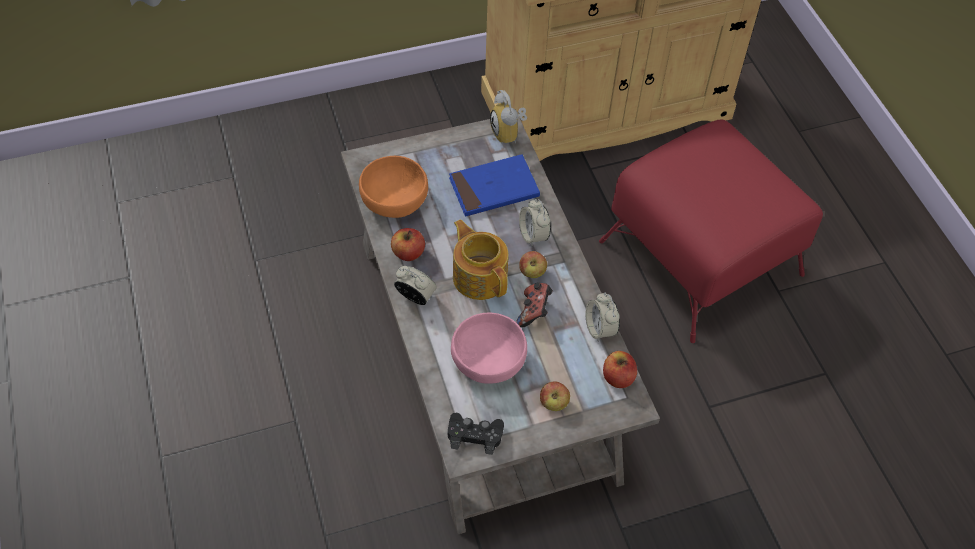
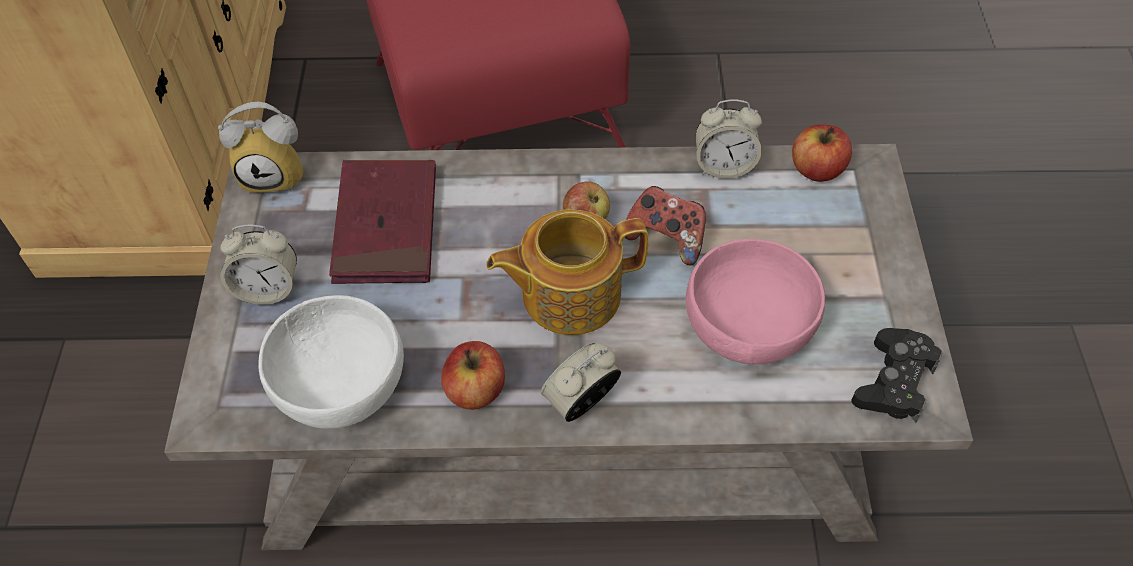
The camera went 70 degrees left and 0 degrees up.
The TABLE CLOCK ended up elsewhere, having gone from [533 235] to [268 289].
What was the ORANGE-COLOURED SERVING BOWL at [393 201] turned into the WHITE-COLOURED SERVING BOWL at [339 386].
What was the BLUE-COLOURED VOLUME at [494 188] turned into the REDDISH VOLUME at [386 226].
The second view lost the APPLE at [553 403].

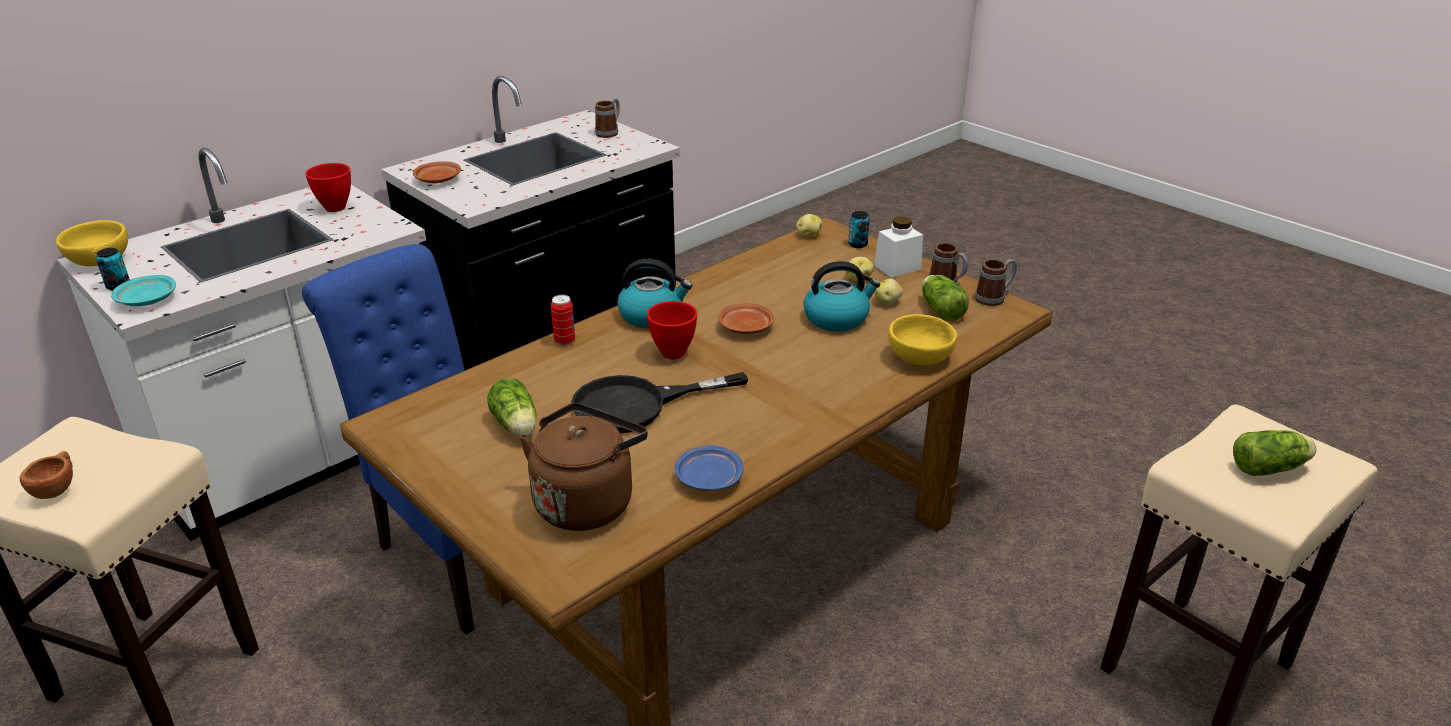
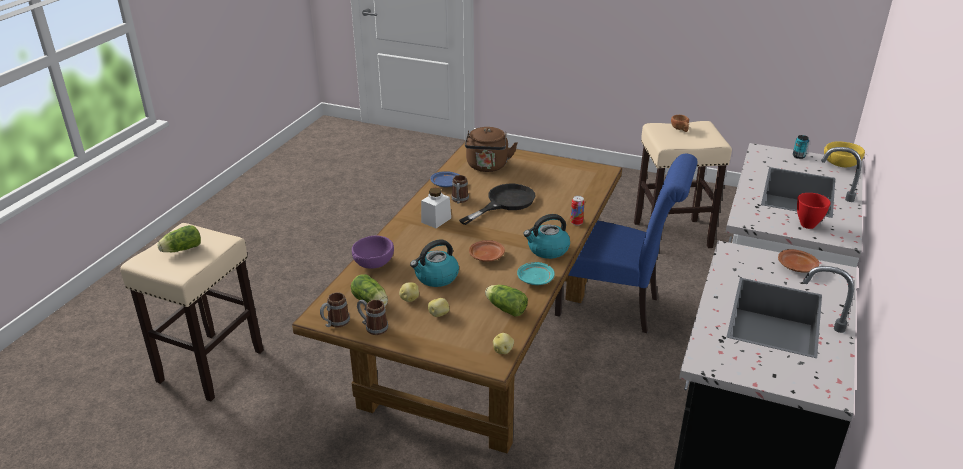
The camera went 155 degrees right and 0 degrees up.
What was the YELLOW SERVING BOWL at [918 357] turned into the PURPLE SERVING BOWL at [375 263].
The WHITE-COLOURED PRESERVE JAR ended up elsewhere, having gone from [897 267] to [436 220].
The MUG ended up elsewhere, having gone from [609 132] to [459 200].
The HEAD OF LETTUCE ended up elsewhere, having gone from [516 426] to [505 308].
The BLUE-GREEN PLATE ended up elsewhere, having gone from [147 300] to [535 279].
The second view lost the REDDISH SERVING BOWL at [672 353].
The second view lost the CAN at [857 244].

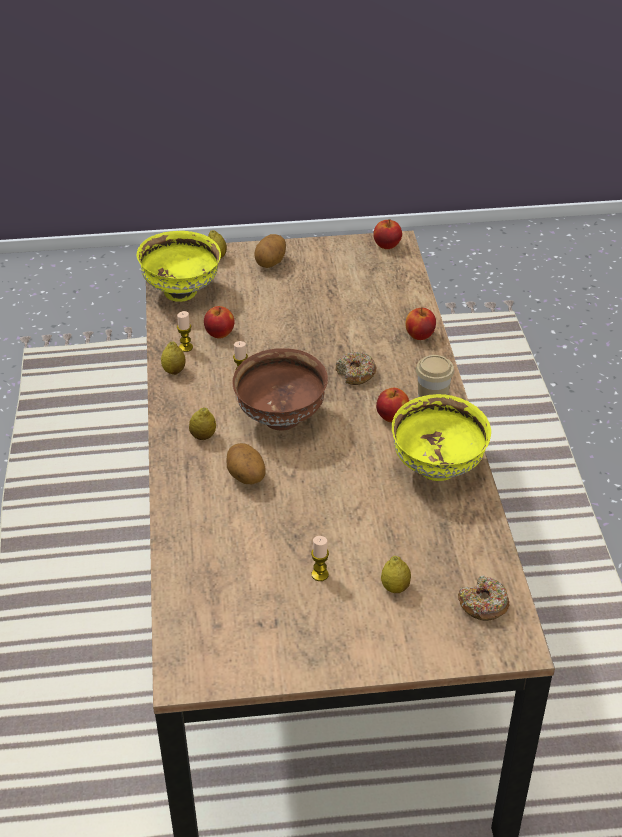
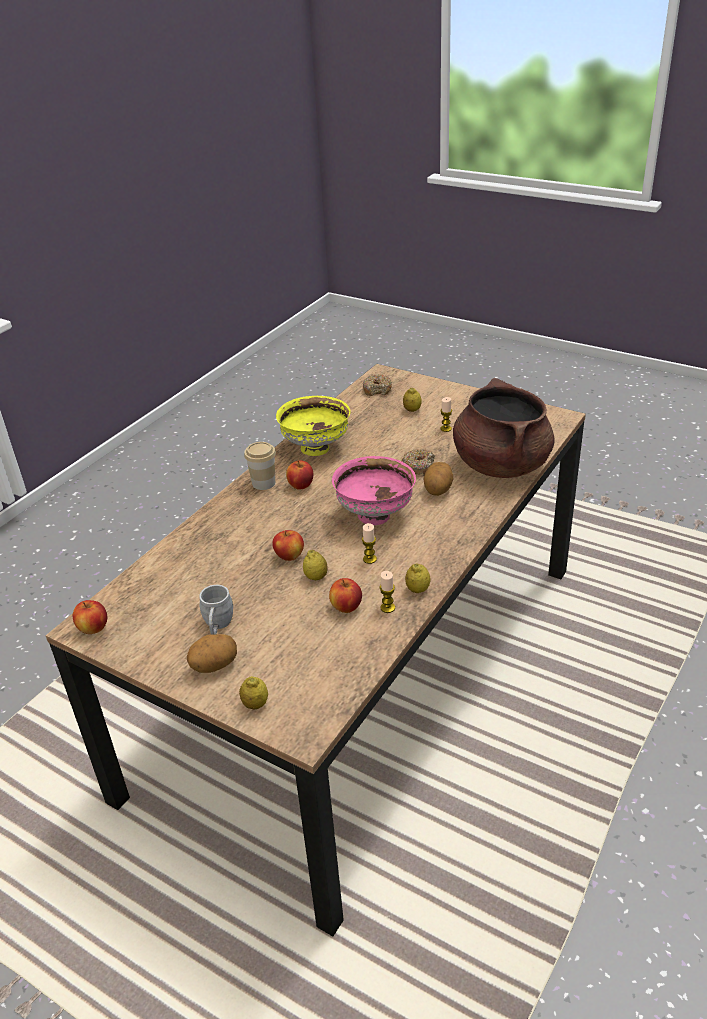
The camera went 140 degrees left and 5 degrees down.
The second view gained the GREY MUG at [217 626].
The APPLE ended up elsewhere, having gone from [419 335] to [289 556].
The LEMON ended up elsewhere, having gone from [203 436] to [316 577].
What was the BROWN-COLOURED SERVING BOWL at [282 419] turned into the PINKISH SERVING BOWL at [374 515].
The RING DOUGHNUT ended up elsewhere, having gone from [355 374] to [418 467].
The second view gained the BROWN-COLOURED SAUCEPOT at [501 464].
The second view lost the YELLOW SERVING BOWL at [182 292].

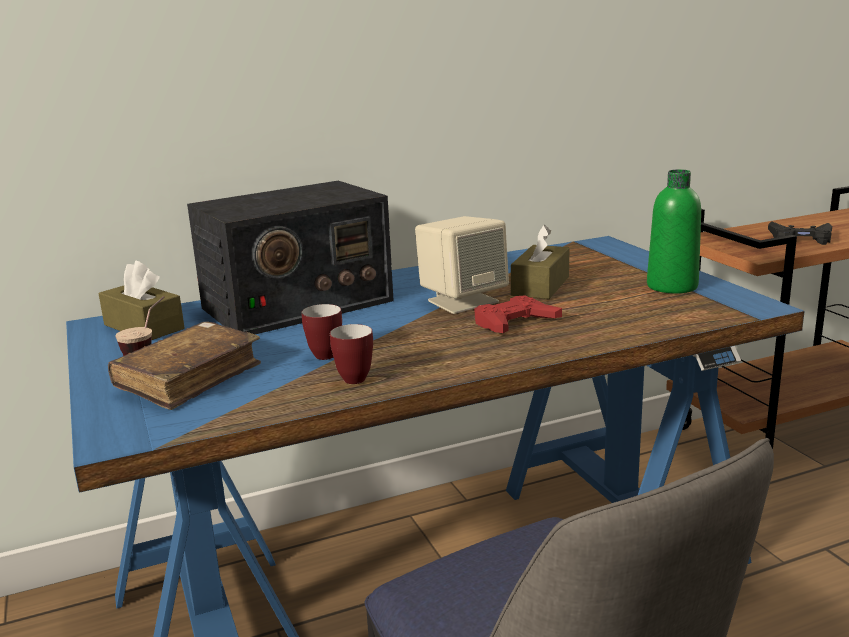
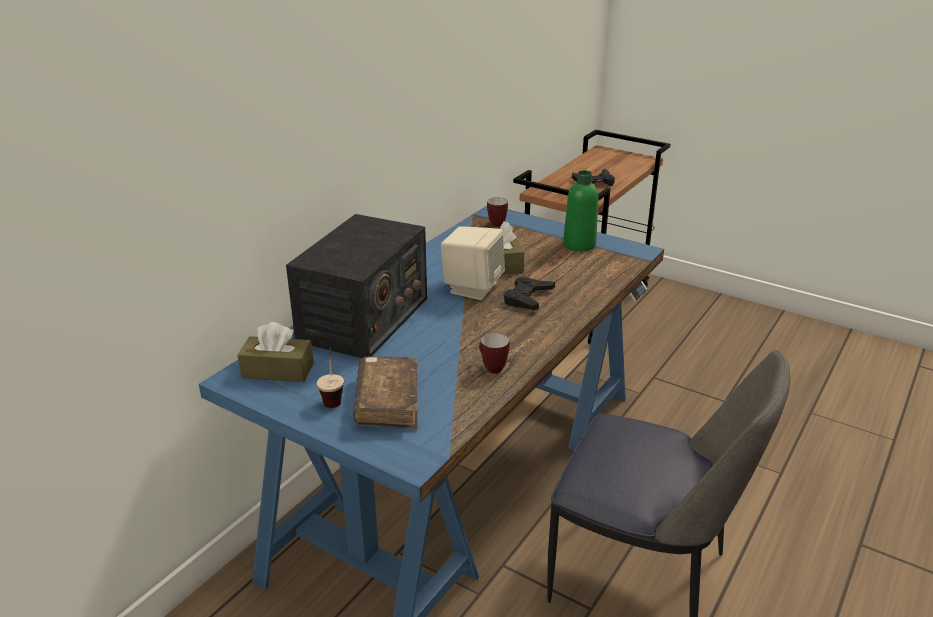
The camera went 35 degrees left and 10 degrees up.
The MUG ended up elsewhere, having gone from [326 354] to [495 223].
What was the REDDISH GAMEPAD at [514 323] turned into the BLACKISH GAMEPAD at [527 298].

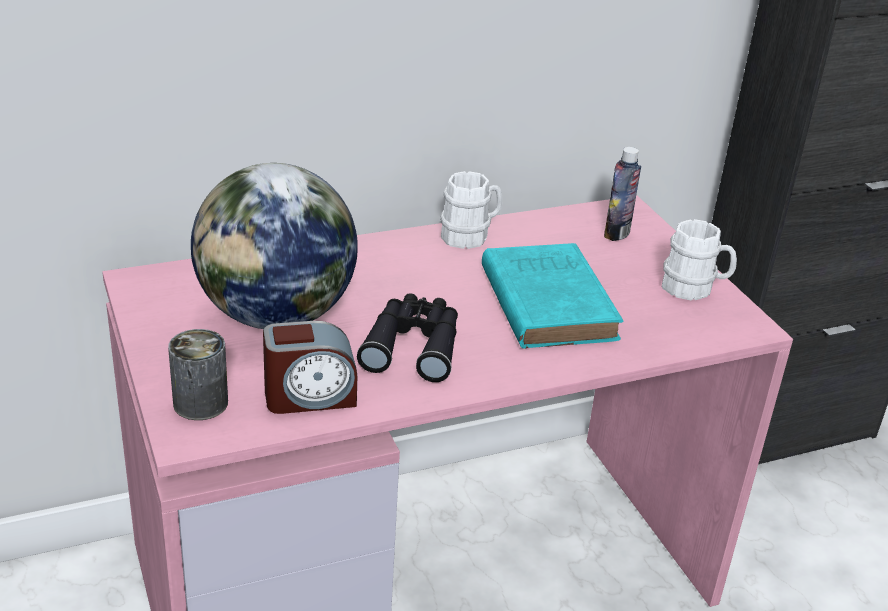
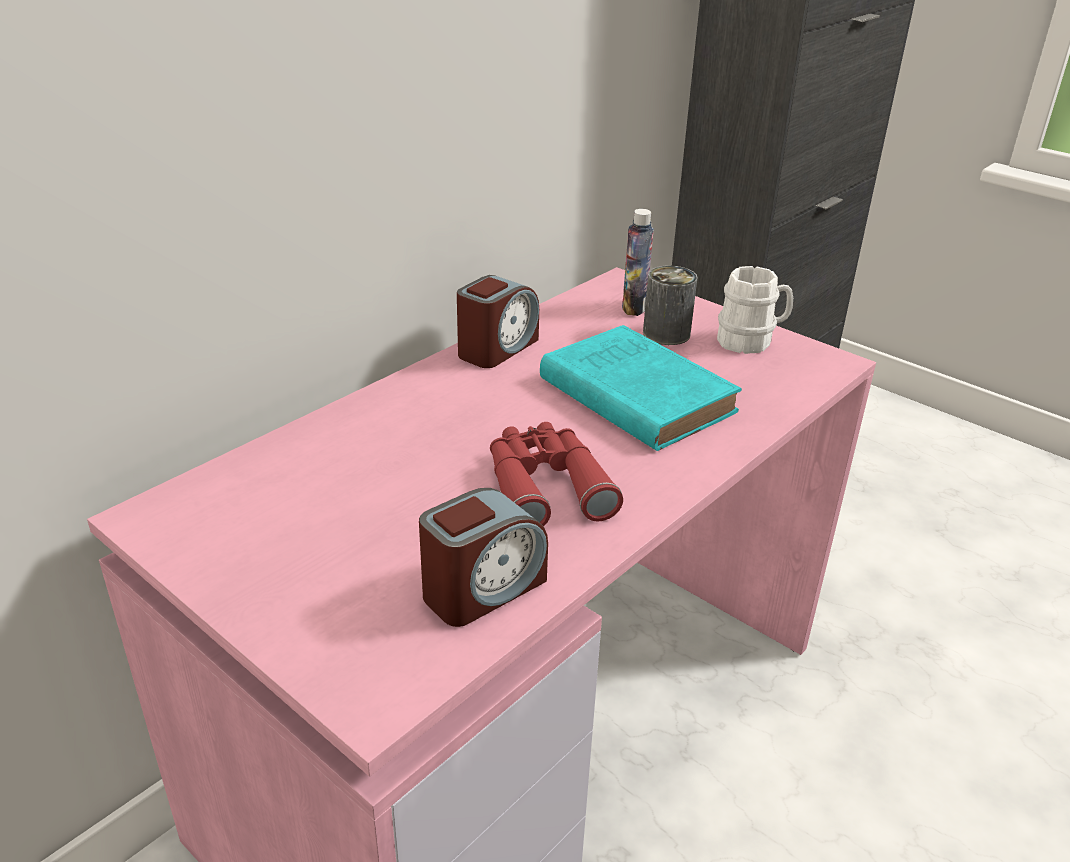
The camera went 25 degrees left and 0 degrees up.
Where the WHITE-COLOURED MUG stood at [470 235], the TABLE CLOCK came to stand at [497 348].
What was the BLACKISH PAIR OF BINOCULARS at [413 346] turned into the REDDISH PAIR OF BINOCULARS at [545 486].
The CAN ended up elsewhere, having gone from [200 403] to [666 333].
The second view lost the WORLD GLOBE at [276 316].

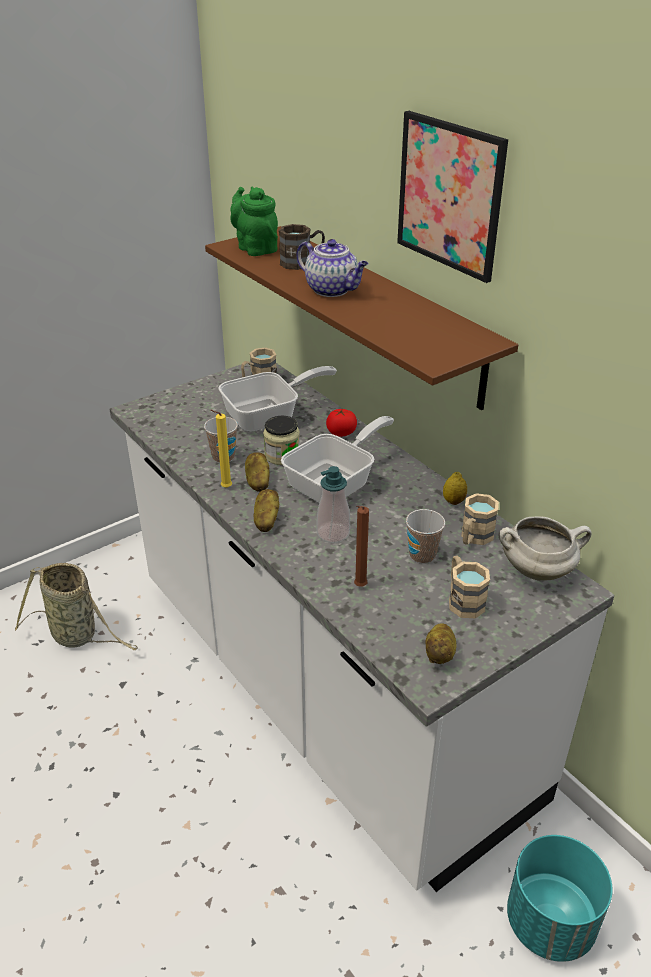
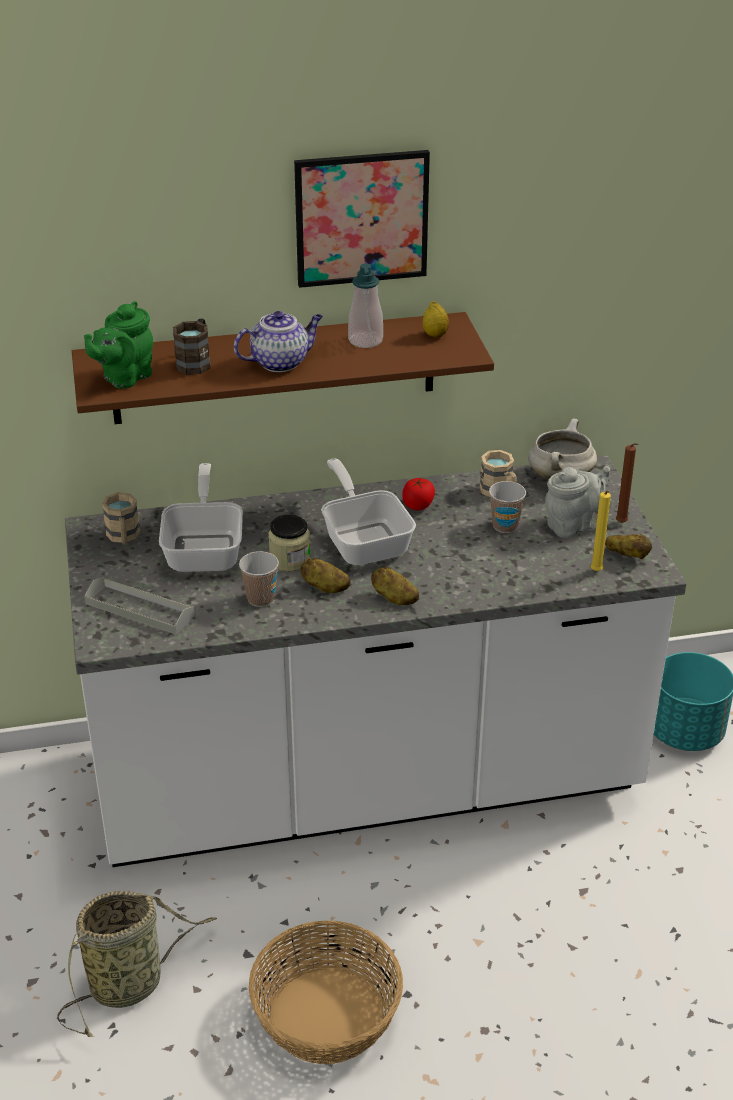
The camera went 65 degrees left and 0 degrees up.
The GREEN TEA POT at [255 248] ended up facing another way, 45 degrees counterclockwise from before.
The second view gained the GREY TRAY at [139 609].
The second view gained the STORAGE BASKET at [326 1014].
The SOAP BOTTLE ended up elsewhere, having gone from [333 533] to [365 340].
The TOMATO ended up elsewhere, having gone from [341 433] to [418 505].
The LEMON ended up elsewhere, having gone from [453 501] to [435 335].
Where the SAND-COLOURED MUG stood at [463 599], the GREY TEA POT came to stand at [572 524].
The YELLOW CANDLE ended up elsewhere, having gone from [224 488] to [596 572].
The BROWN-COLOURED CANDLE ended up elsewhere, having gone from [359 587] to [622 524].

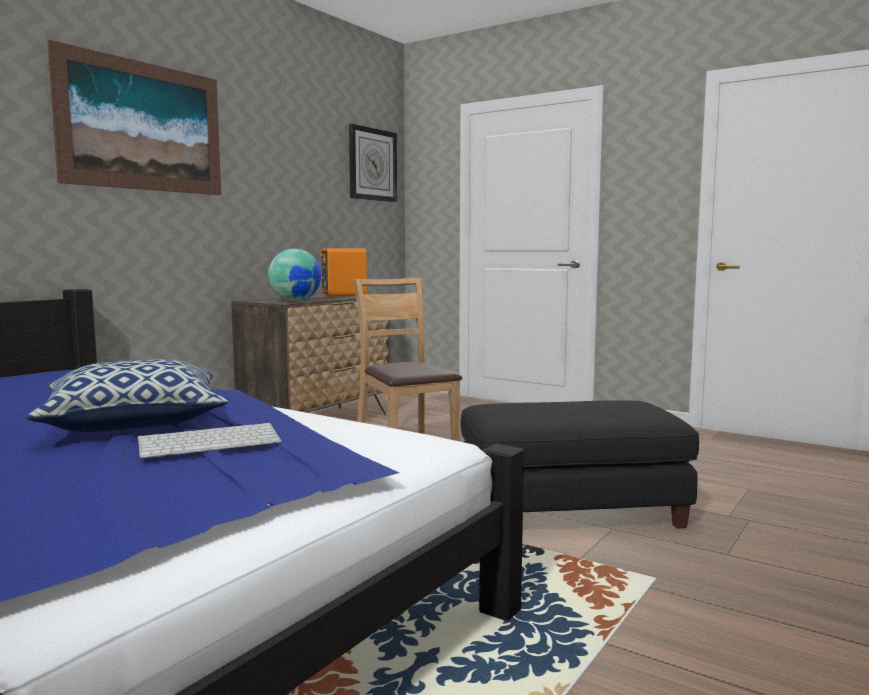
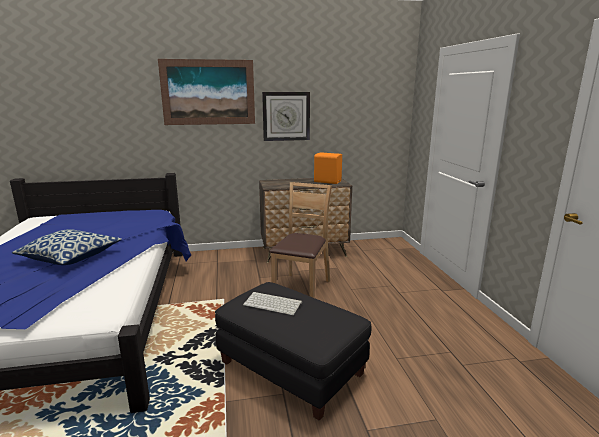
The camera went 45 degrees right and 10 degrees up.
The PC KEYBOARD ended up elsewhere, having gone from [211 442] to [273 303].
The WALL CLOCK ended up elsewhere, having gone from [372 164] to [286 116].
The second view lost the WORLD GLOBE at [295 301].

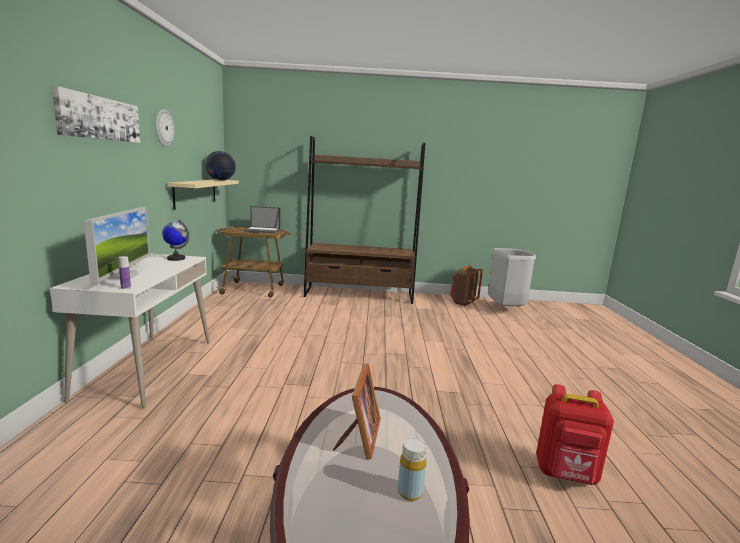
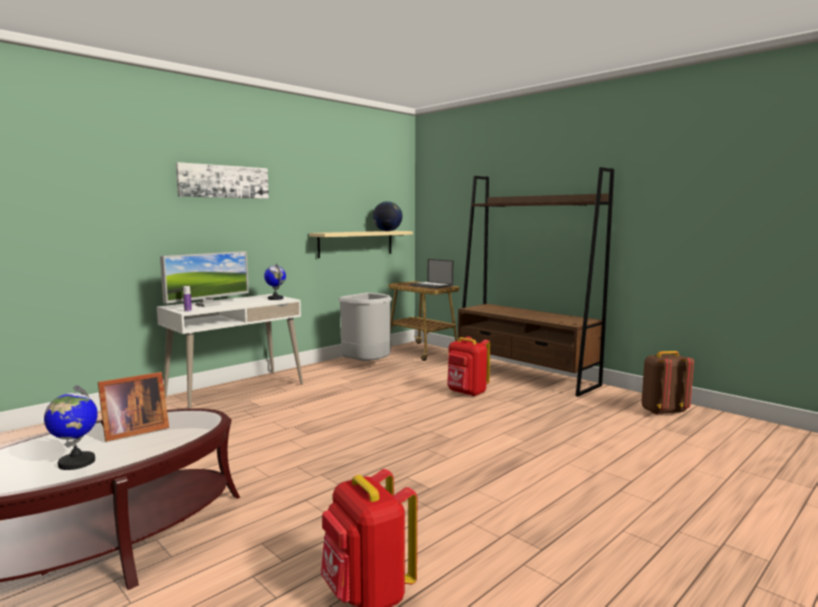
The camera went 45 degrees right and 5 degrees down.
Where the YELLOW BEVERAGE BOTTLE stood at [410 492], the WORLD GLOBE came to stand at [76 463].
The GREY RUBBISH BIN ended up elsewhere, having gone from [506 310] to [368 366].
The second view gained the REDDISH RUCKSACK at [466 393].
The second view lost the WALL CLOCK at [164 128].

